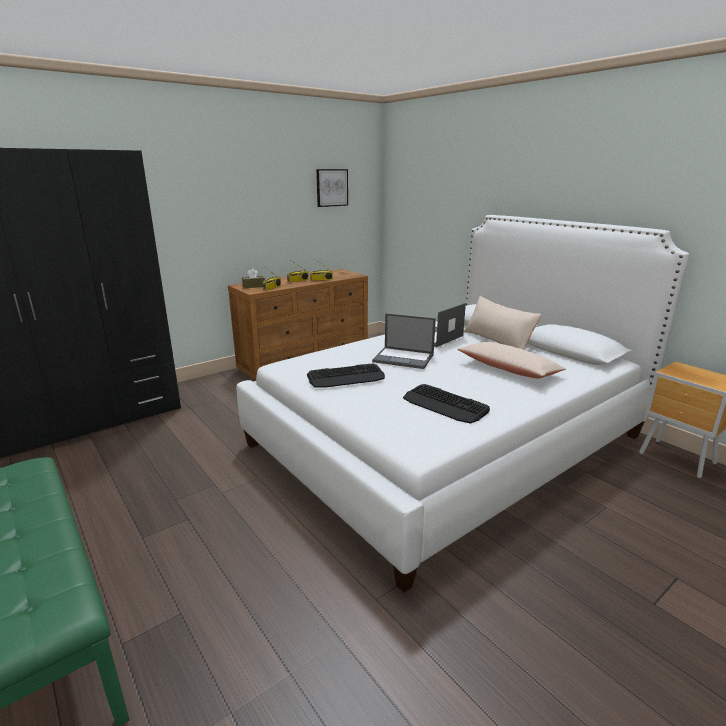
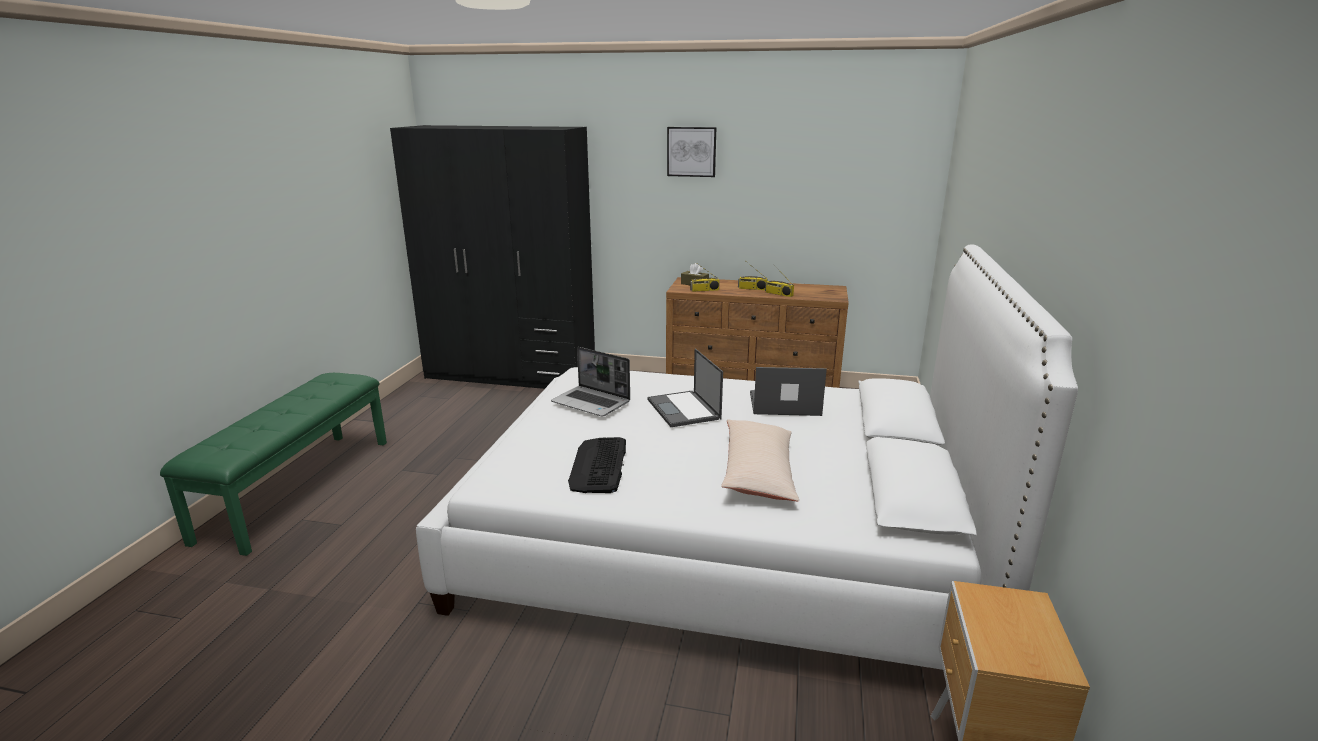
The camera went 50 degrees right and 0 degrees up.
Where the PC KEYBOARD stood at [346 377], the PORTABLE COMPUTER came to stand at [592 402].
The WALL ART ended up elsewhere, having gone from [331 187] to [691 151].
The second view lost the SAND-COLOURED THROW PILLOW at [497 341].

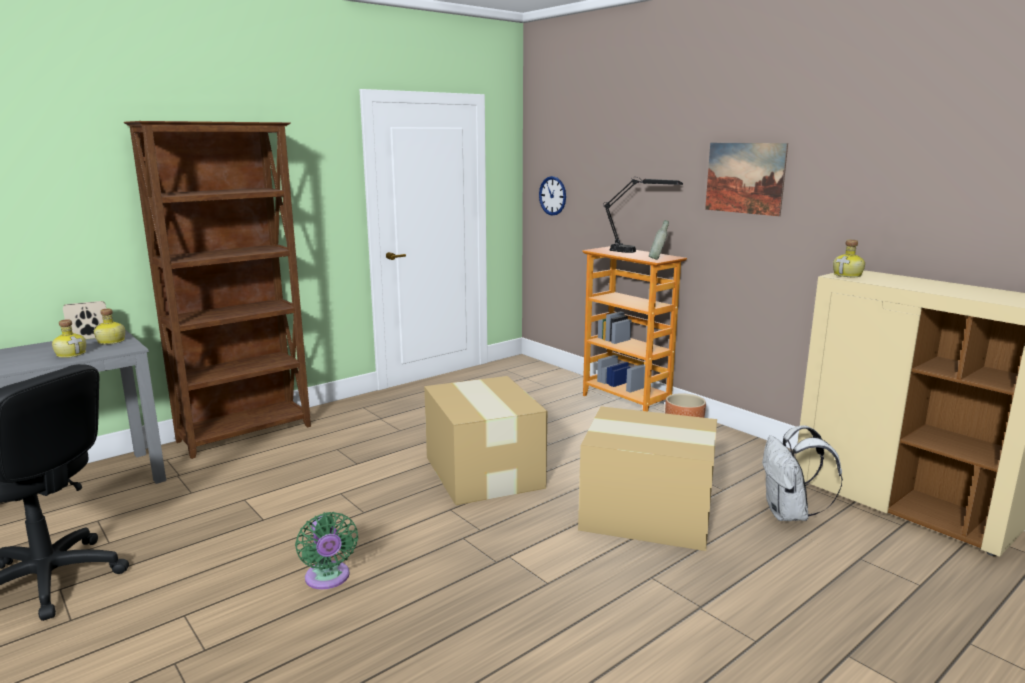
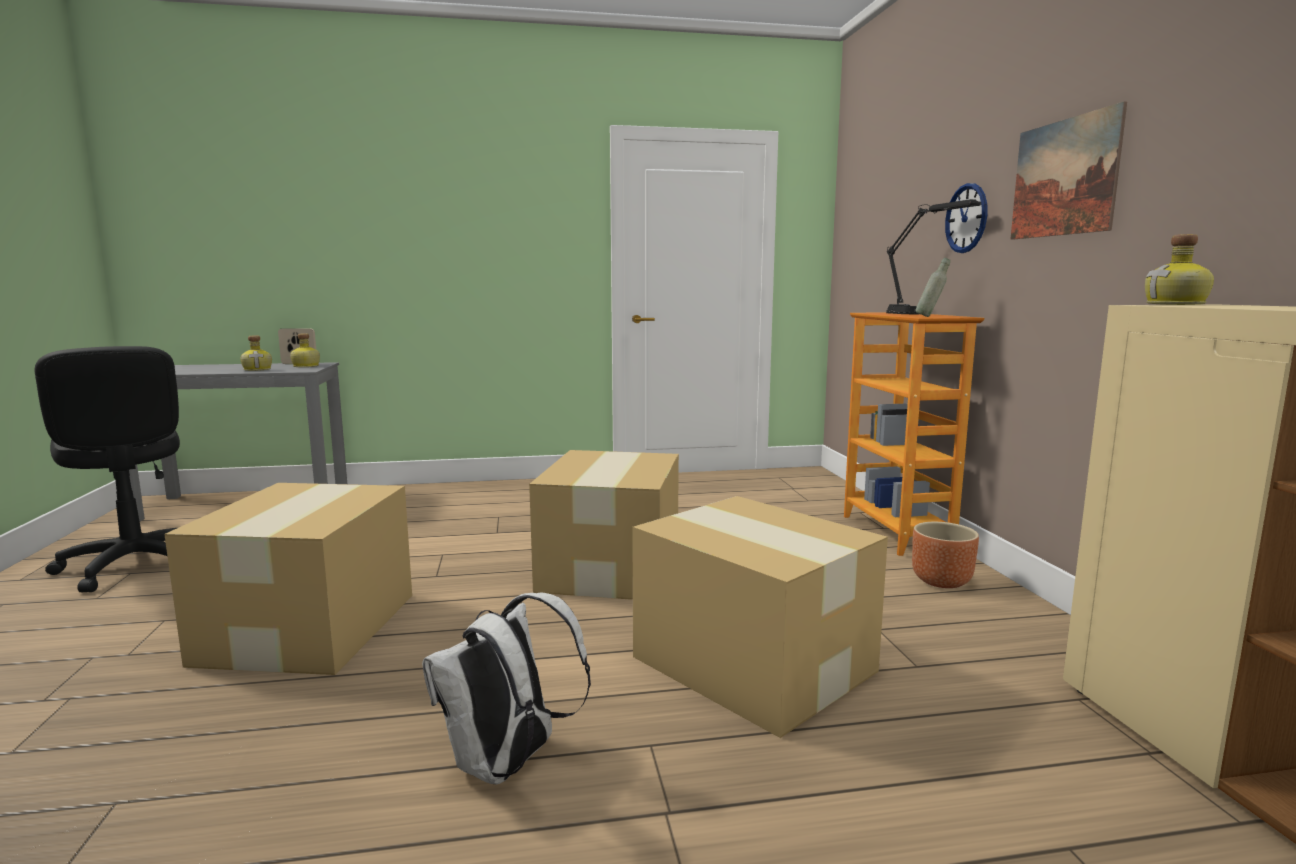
The camera went 30 degrees right and 5 degrees down.
Where the GREEN COOLING FAN stood at [328 579], the CARDBOARD BOX came to stand at [312 626].
The WHITE-COLOURED RUCKSACK ended up elsewhere, having gone from [789 514] to [507 765].
The WALL CLOCK ended up elsewhere, having gone from [552 195] to [966 218].
The second view lost the BROWN-COLOURED BOOKSHELF at [246 434].

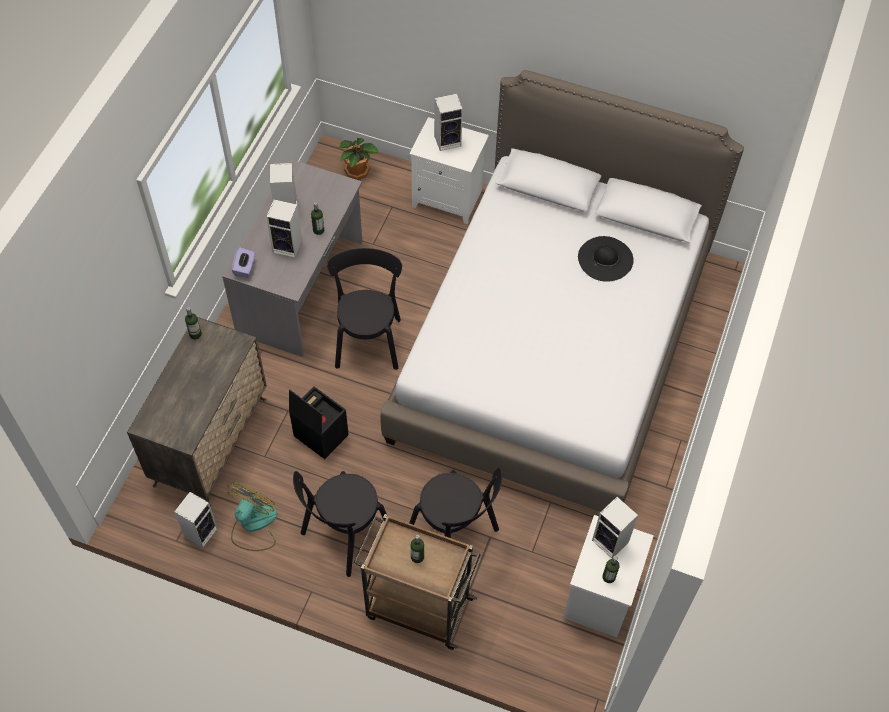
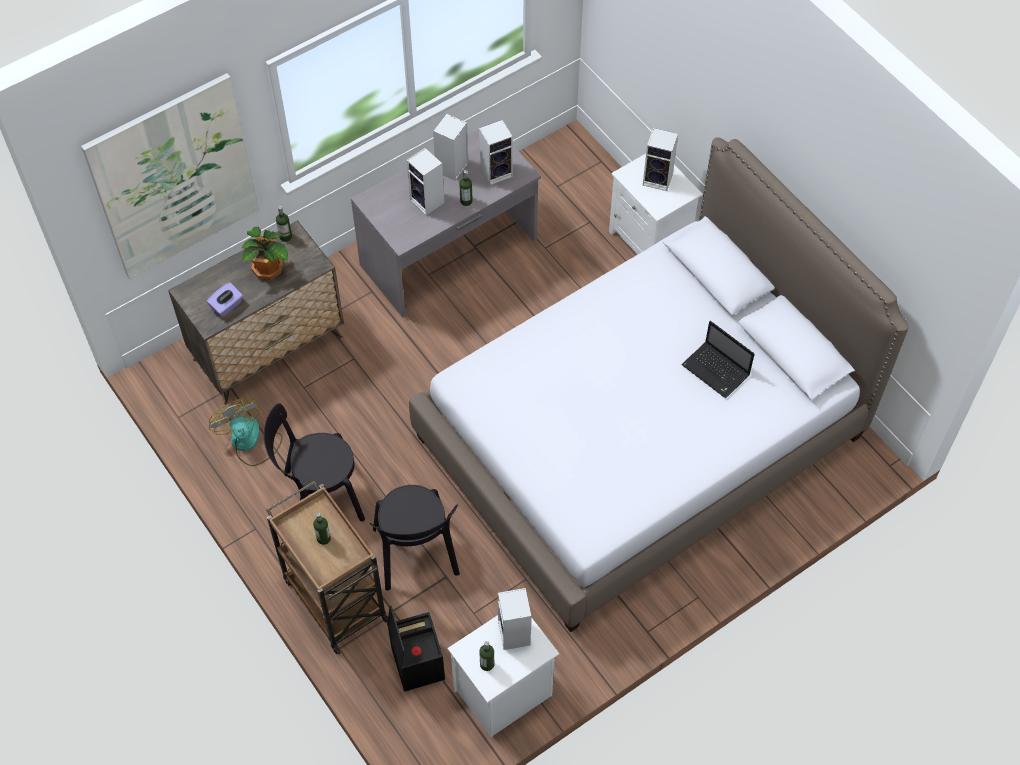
The camera went 35 degrees right and 0 degrees up.
The second view gained the WALL ART at [174 178].
The PURPLE BOX OF TISSUES ended up elsewhere, having gone from [245 268] to [227 306].
The COOLING FAN at [253 525] ended up facing another way, 90 degrees counterclockwise from before.
The PLANT IN A POT ended up elsewhere, having gone from [358 172] to [268 270].
The BLACKISH STORAGE BOX ended up elsewhere, having gone from [319 435] to [416 662].
The LOUDSPEAKER ended up elsewhere, having gone from [201 531] to [497 172].
Where the BLACKISH WEARABLE HAT stood at [605 259], the PORTABLE COMPUTER came to stand at [717 371].
The second view lost the BLACKISH PLAIN CHAIR at [368 339].

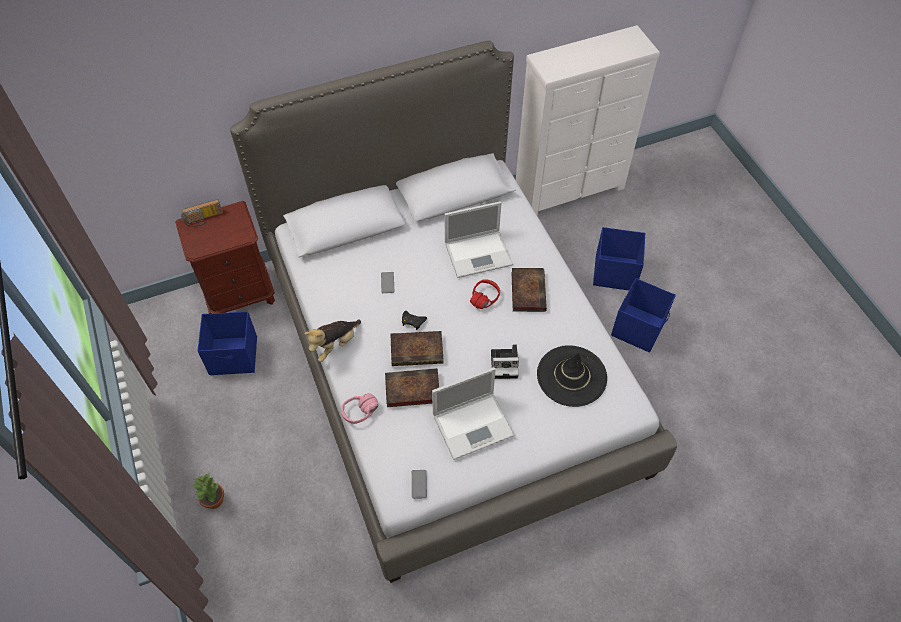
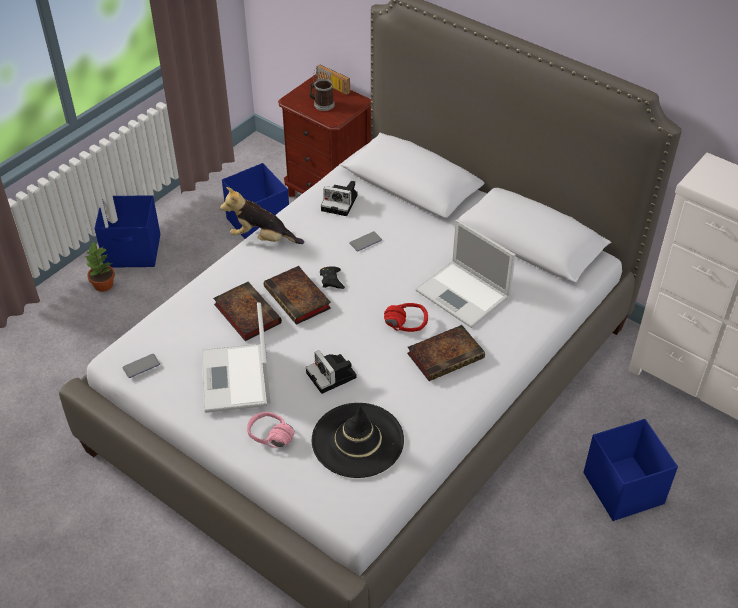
The camera went 60 degrees right and 10 degrees down.
The BLUE-COLOURED STORAGE BOX ended up elsewhere, having gone from [639 328] to [133 251].
The PORTABLE COMPUTER at [474 424] ended up facing another way, 45 degrees clockwise from before.
The PINKISH HEADPHONES ended up elsewhere, having gone from [363 416] to [267 441].
The second view gained the MUG at [321 104].
The second view gained the PHOTO CAMERA at [341 203].

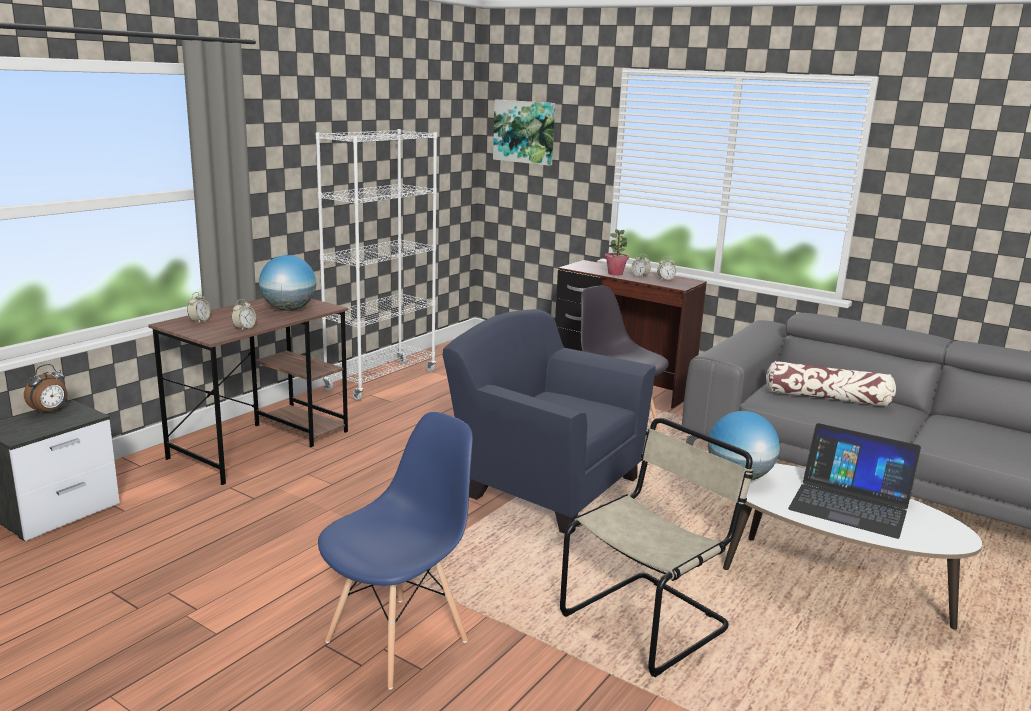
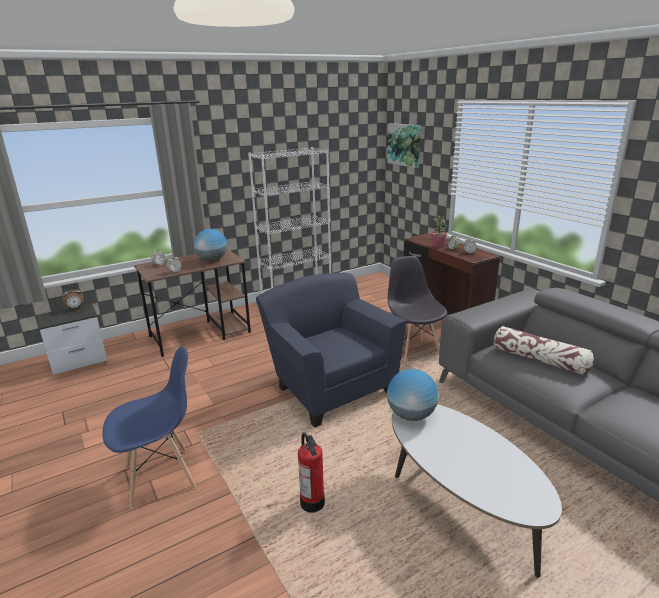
The camera went 25 degrees right and 5 degrees up.
Where the SAND-COLOURED PLAIN CHAIR stood at [649 620], the FIRE-FIGHTING CYLINDER came to stand at [312 503].
The second view lost the PORTABLE COMPUTER at [850 504].

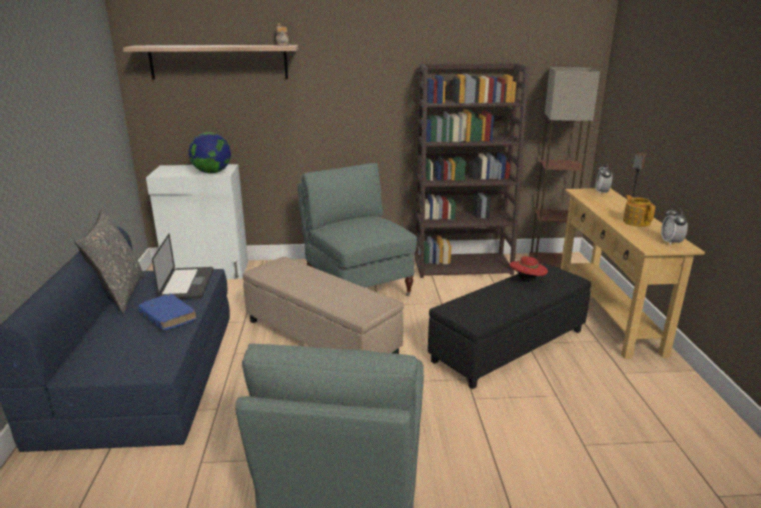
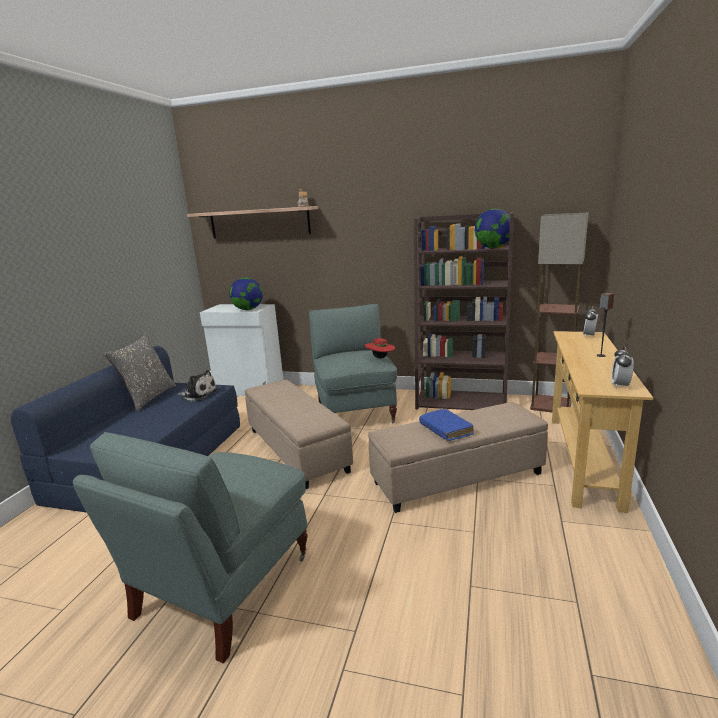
The camera went 20 degrees right and 5 degrees down.
Where the PORTABLE COMPUTER stood at [187 284], the PLUSH TOY came to stand at [198 394].
The REDDISH WEARABLE HAT ended up elsewhere, having gone from [527 280] to [380 358].
What was the BLACKISH POUFFE at [509 346] turned into the SAND-COLOURED POUFFE at [458 478].
The BLUE-COLOURED VOLUME ended up elsewhere, having gone from [168 317] to [445 430].
The second view gained the WORLD GLOBE at [493 248].
The second view lost the TEA POT at [636 222].

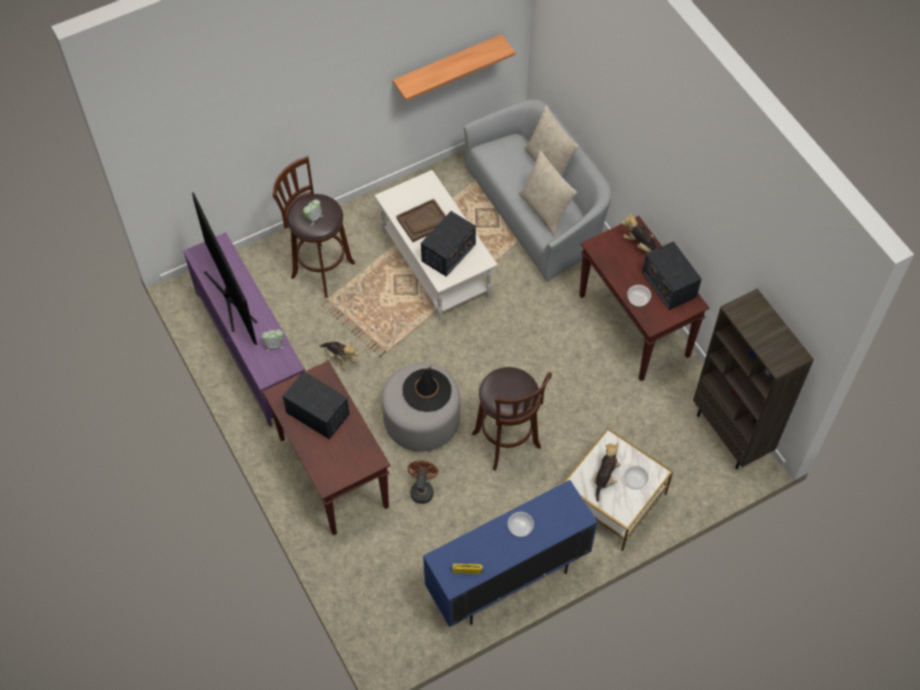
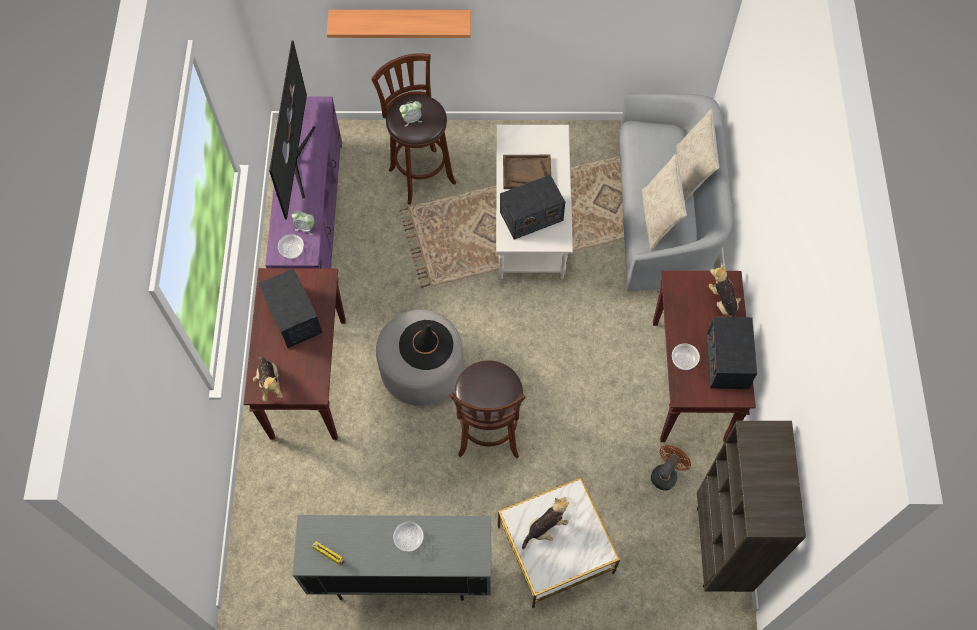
The camera went 30 degrees right and 5 degrees up.
The PLUSH TOY ended up elsewhere, having gone from [339 358] to [270 383].
The SERVING BOWL ended up elsewhere, having gone from [635 480] to [292 250].
What was the BLUE-COLOURED CABINET at [507 580] turned into the GREY CABINET at [402 575].
The WALL SHELF ended up elsewhere, having gone from [447 66] to [401 20].
The BROWN-COLOURED COOLING FAN ended up elsewhere, having gone from [422 489] to [666 474].

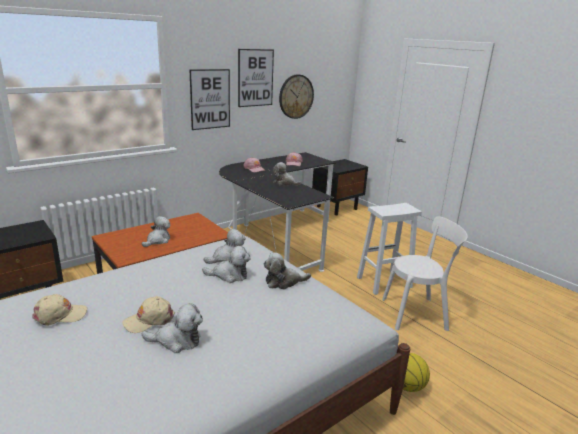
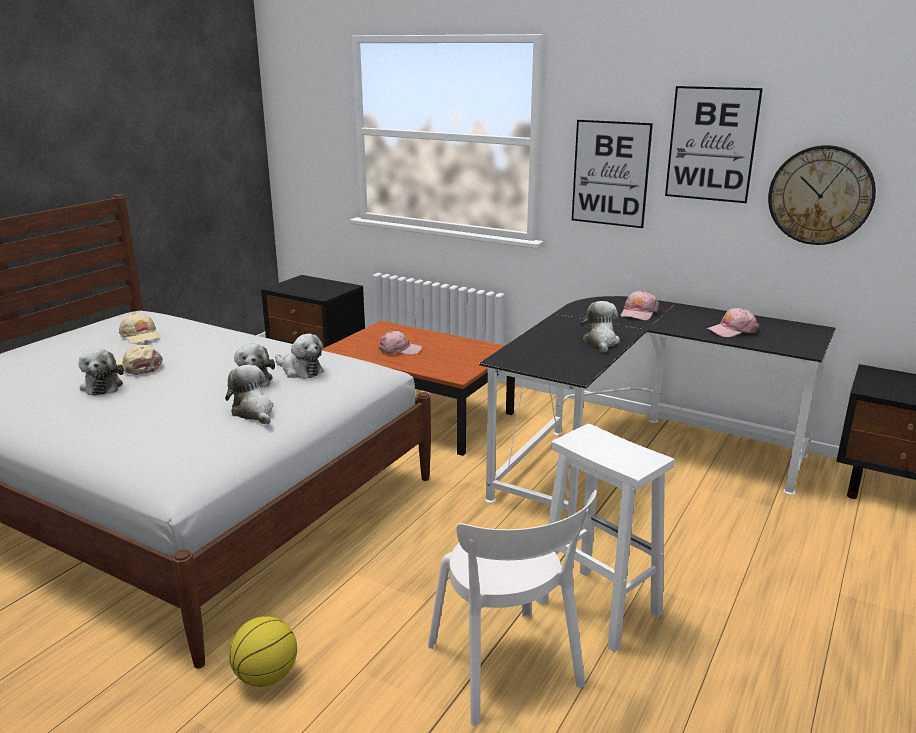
The camera went 70 degrees right and 0 degrees up.
Where the PLUSH TOY stood at [157 240], the PINKISH CAP came to stand at [399 349].

